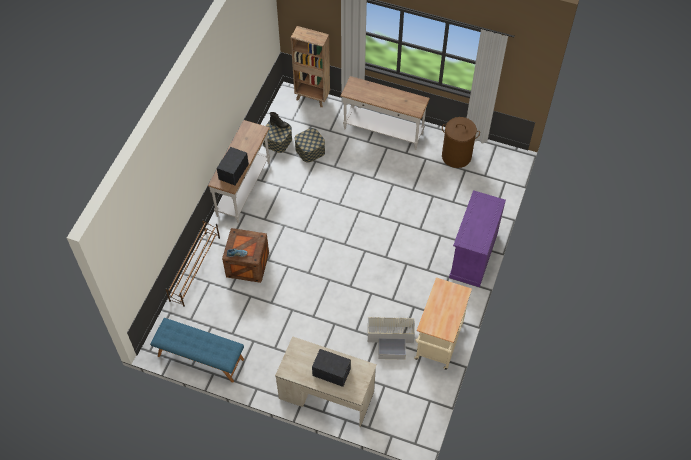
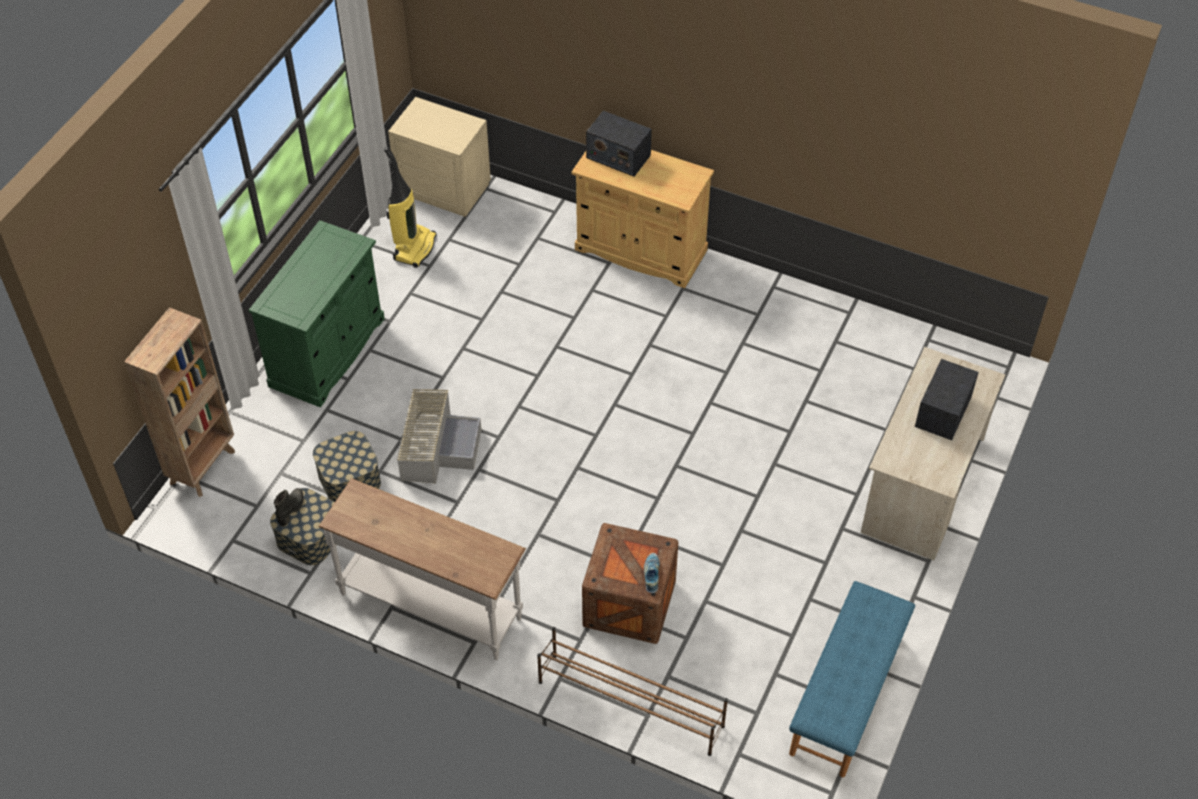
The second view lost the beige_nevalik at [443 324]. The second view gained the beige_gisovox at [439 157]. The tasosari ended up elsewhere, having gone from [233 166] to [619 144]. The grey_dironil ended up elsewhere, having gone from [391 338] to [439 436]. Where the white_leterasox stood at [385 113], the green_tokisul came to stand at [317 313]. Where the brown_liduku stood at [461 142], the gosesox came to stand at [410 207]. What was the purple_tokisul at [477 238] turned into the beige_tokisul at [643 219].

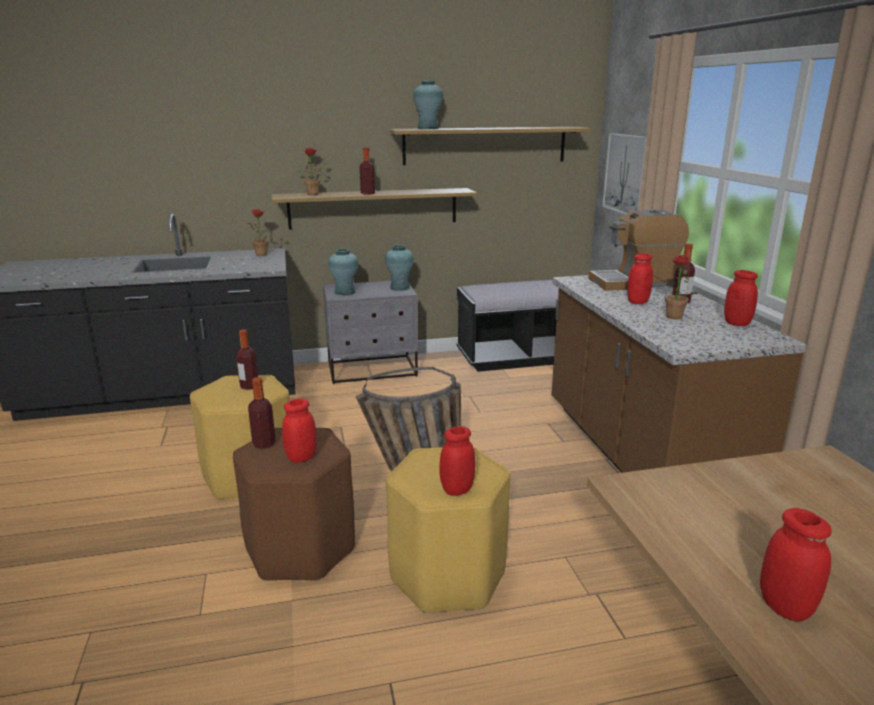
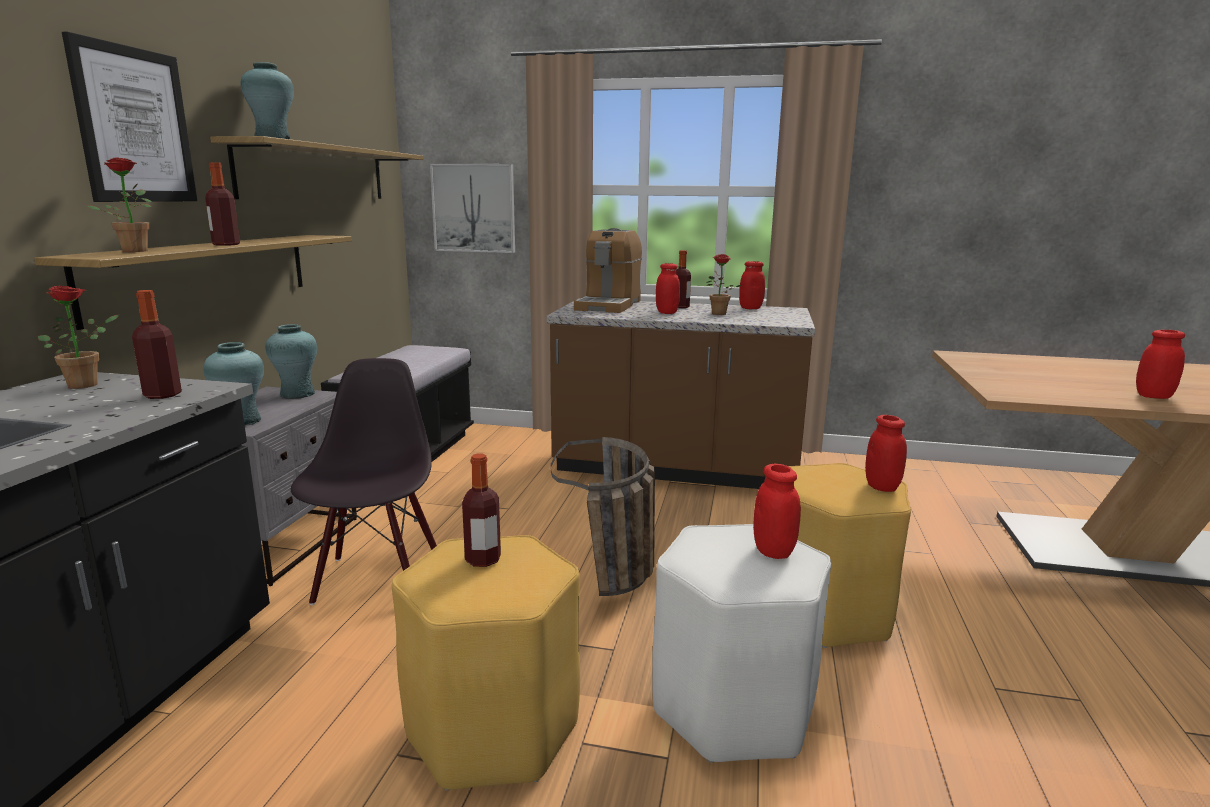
The second view gained the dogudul at [129 116]. The second view gained the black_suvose at [364 481]. The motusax ended up elsewhere, having gone from [262 413] to [157 344]. What was the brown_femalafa at [294 504] turned into the white_femalafa at [741 643].

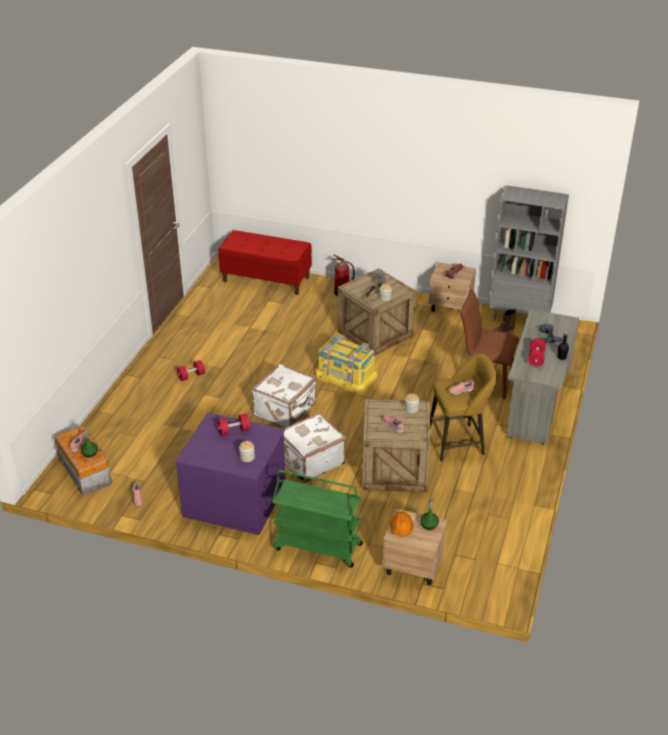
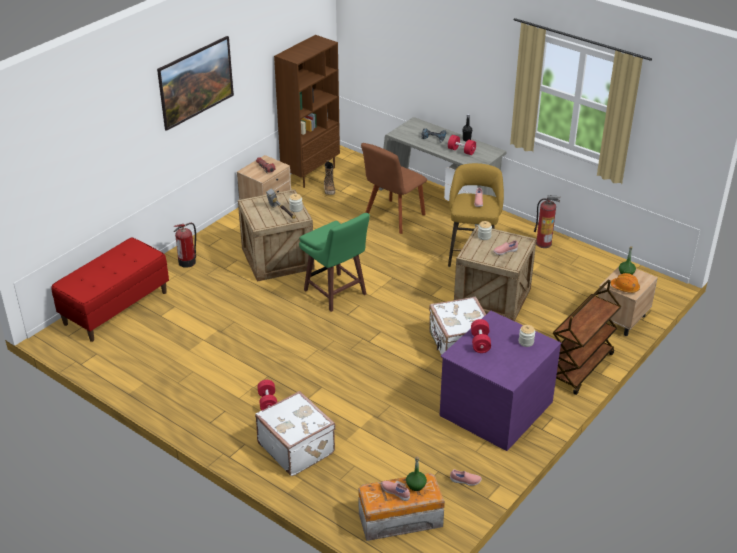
The second view gained the dogudul at [195 83]. The second view gained the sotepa at [547 221]. The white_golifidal ended up elsewhere, having gone from [284 396] to [295 433]. Where the yellow_dironil stood at [346 363], the green_femalafa came to stand at [334 262]. What was the green_nevalik at [317 519] turned into the brown_nevalik at [587 337]. What was the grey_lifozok at [529 252] turned into the brown_lifozok at [307 111].

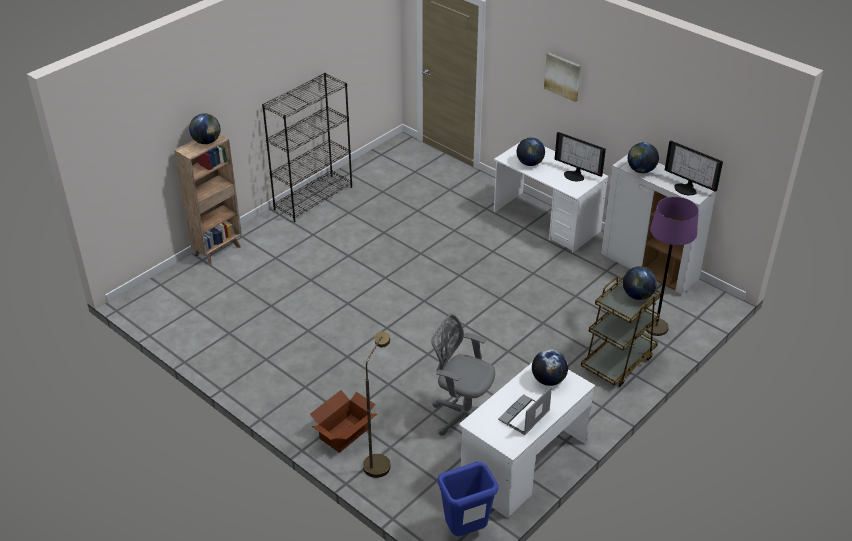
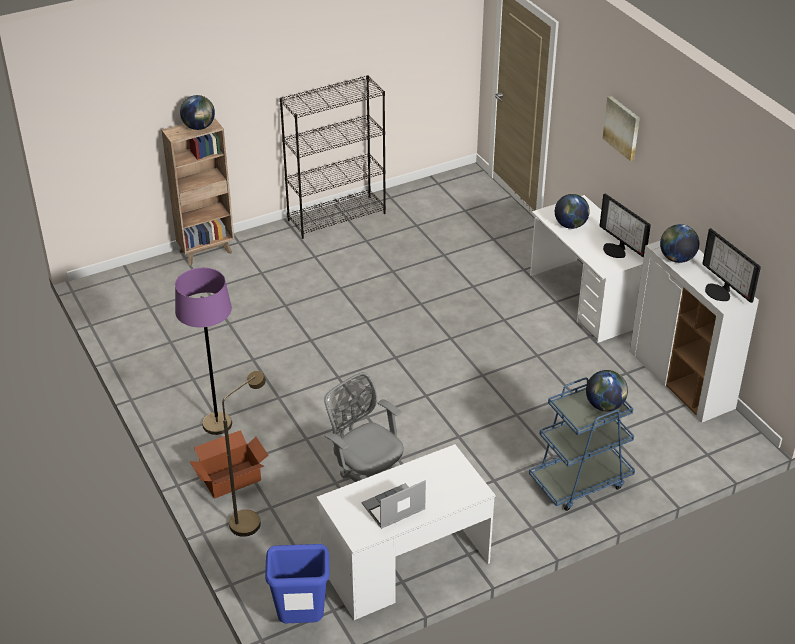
The second view lost the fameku at [550 367]. The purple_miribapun ended up elsewhere, having gone from [672 266] to [203 351]. What was the brown_nevalik at [621 332] turned into the blue_nevalik at [582 444].

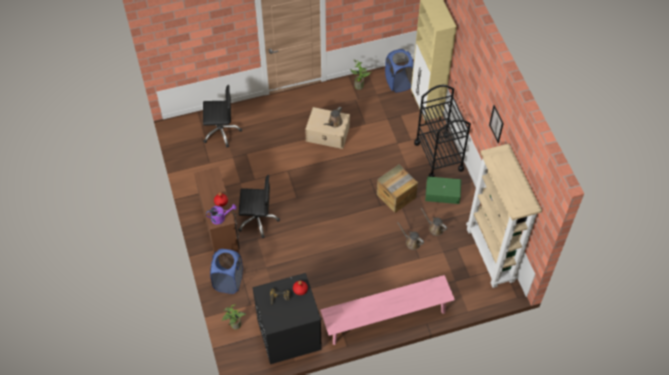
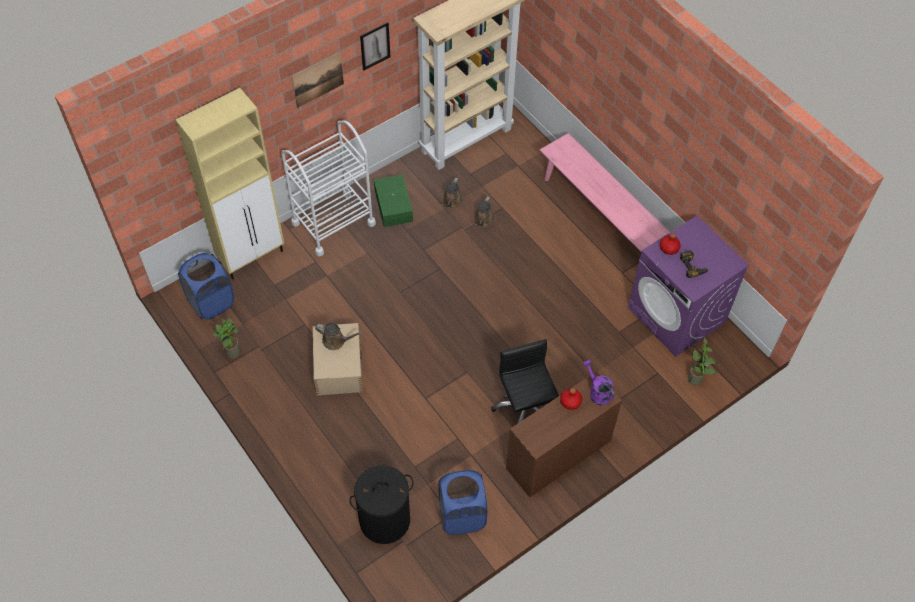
The second view lost the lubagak at [397 188]. The second view gained the dogudul at [318 80]. The blue_liduku ended up elsewhere, having gone from [226 271] to [463 502]. Where the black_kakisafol stood at [222 116], the black_liduku came to stand at [381 504]. What was the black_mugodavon at [287 318] turned into the purple_mugodavon at [689 286]. What was the black_nevalik at [442 131] turned into the white_nevalik at [328 188].

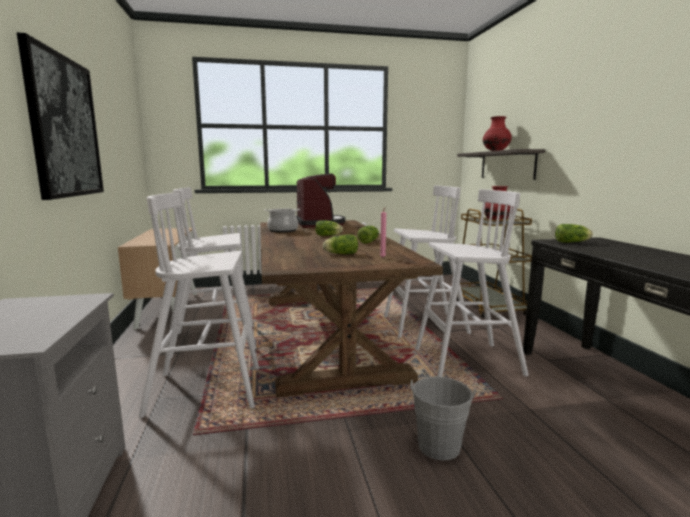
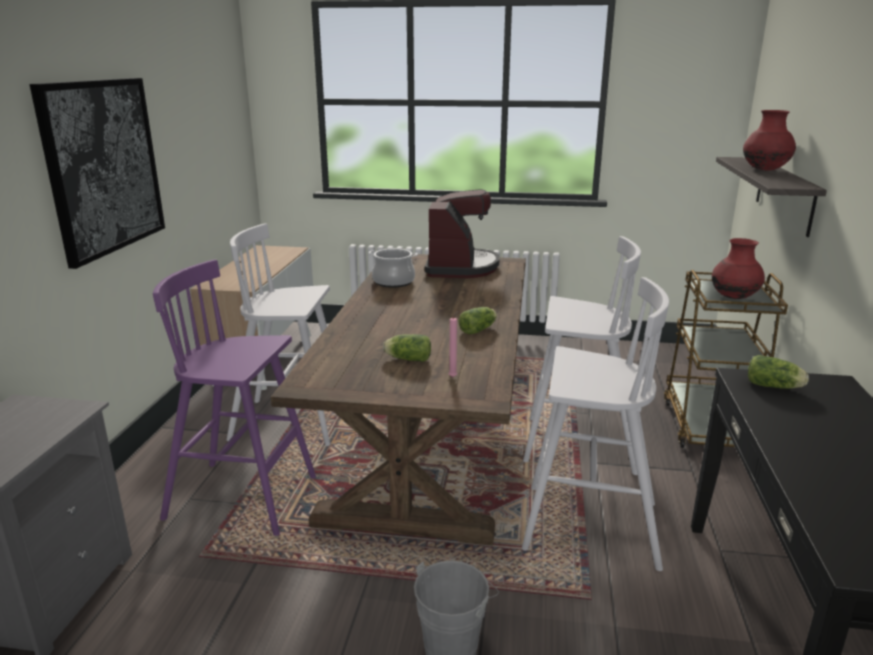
The second view lost the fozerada at [329 228]. What was the white_femalafa at [199 305] turned into the purple_femalafa at [234 397].

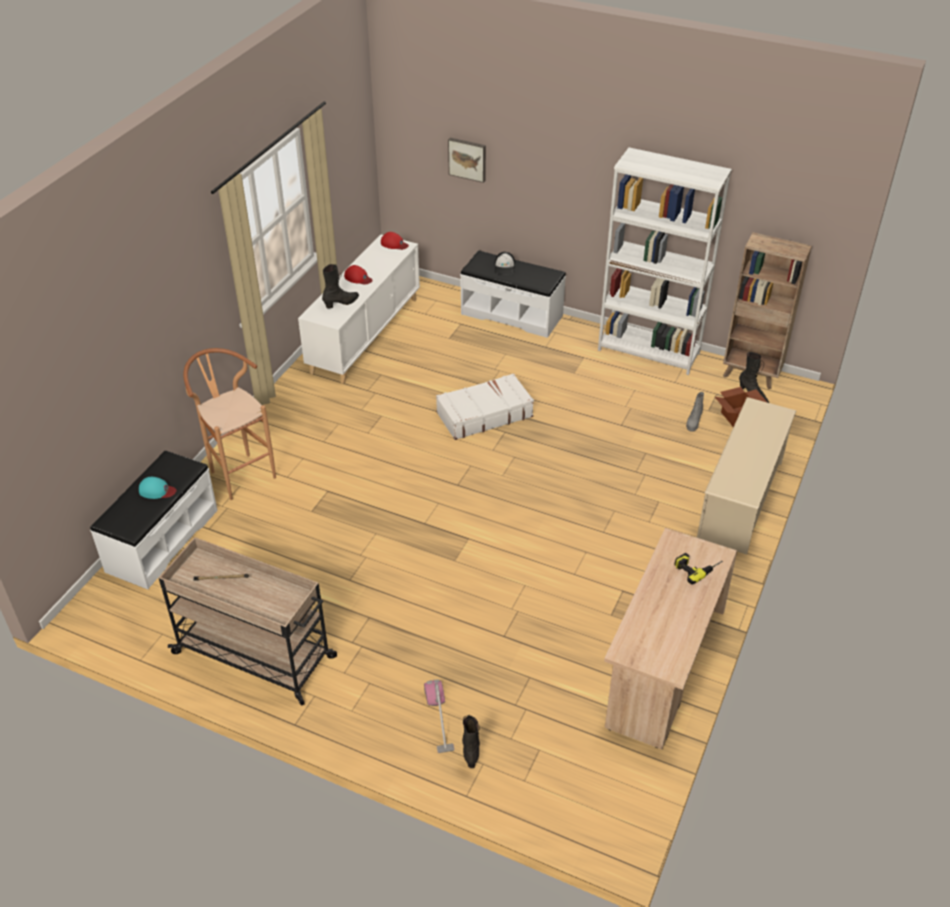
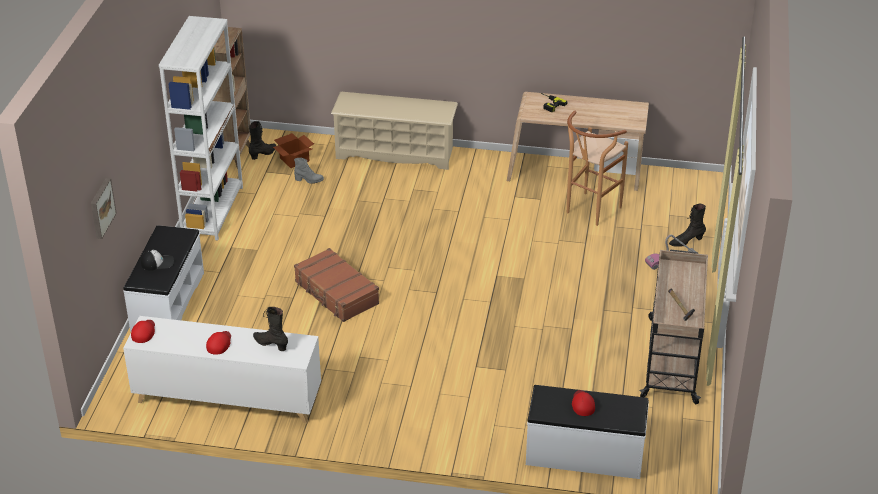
The brown_femalafa ended up elsewhere, having gone from [229 424] to [597 168]. What was the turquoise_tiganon at [157 488] turned into the red_tiganon at [583 403]. What was the white_golifidal at [485 406] turned into the brown_golifidal at [336 285].

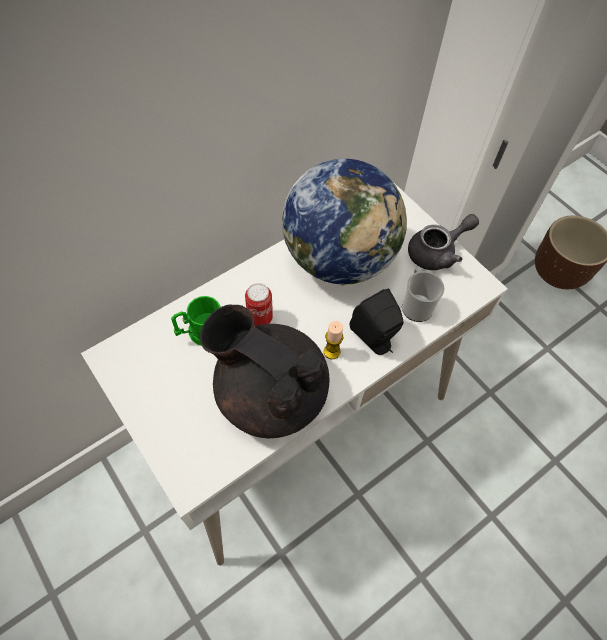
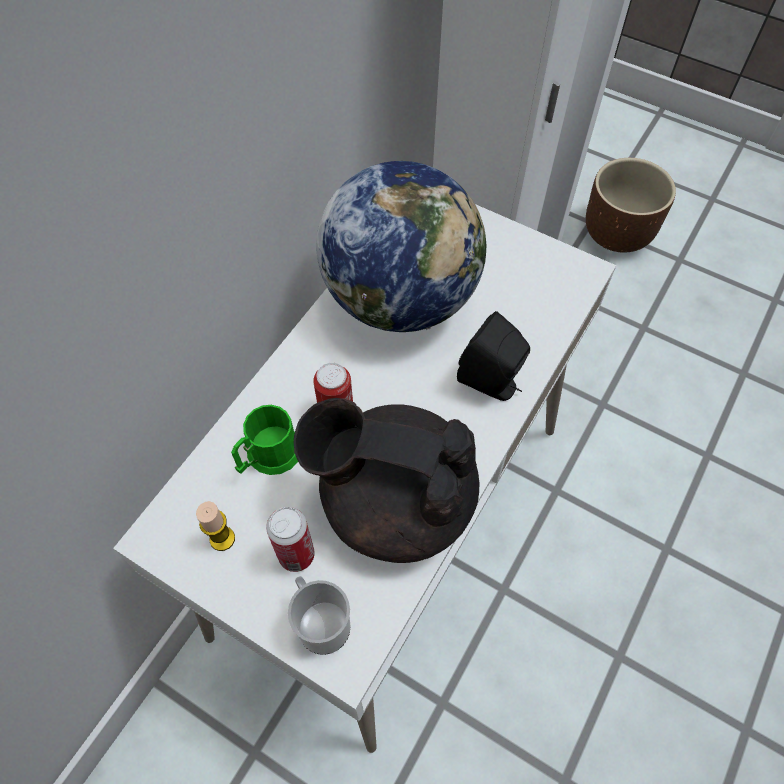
The second view lost the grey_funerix at [443 242]. The second view gained the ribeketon at [290 539]. The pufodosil ended up elsewhere, having gone from [333 340] to [215 526]. The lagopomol ended up elsewhere, having gone from [423 295] to [319 615].

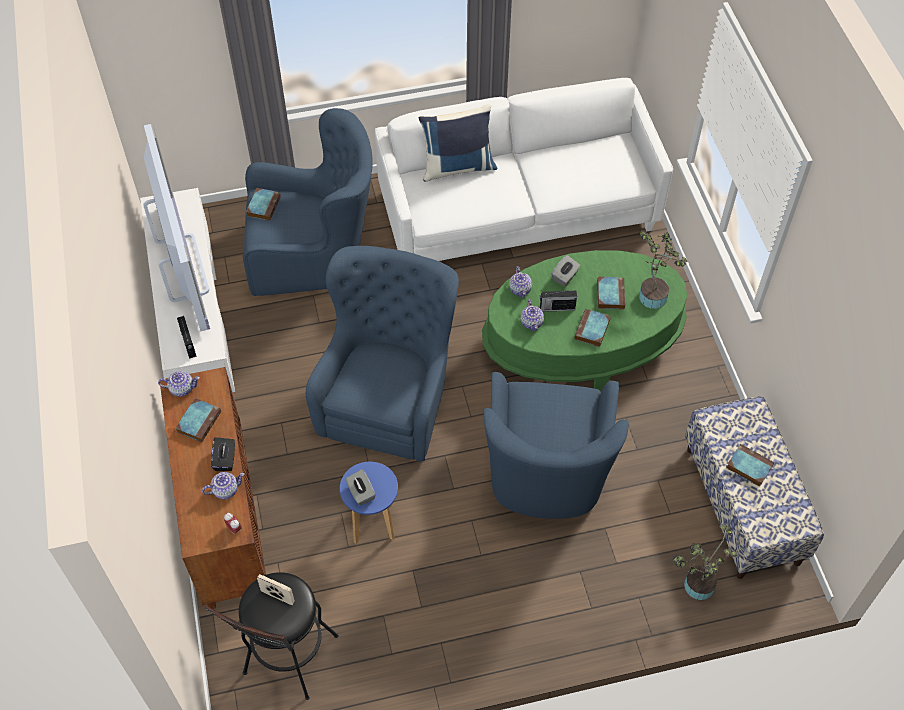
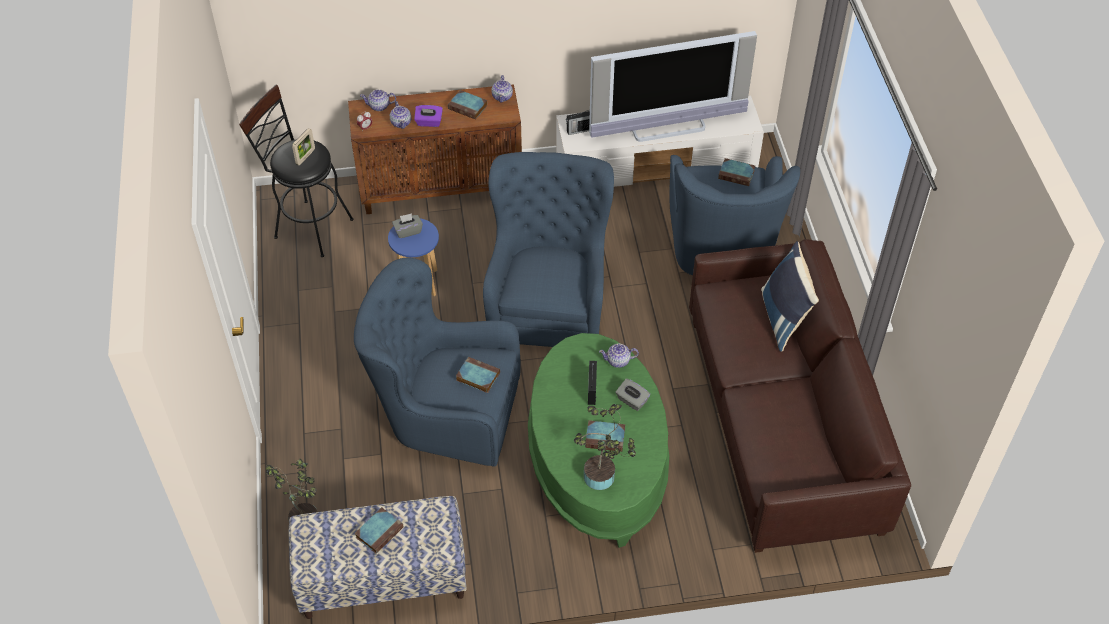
The funerix ended up elsewhere, having gone from [532 315] to [378 100]. The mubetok ended up elsewhere, having gone from [592 328] to [478 375]. What was the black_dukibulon at [223 454] turned into the purple_dukibulon at [428 116]. What was the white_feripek at [524 169] turned into the brown_feripek at [800 396]. The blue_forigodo at [382 353] ended up facing another way, 105 degrees counterclockwise from before.

